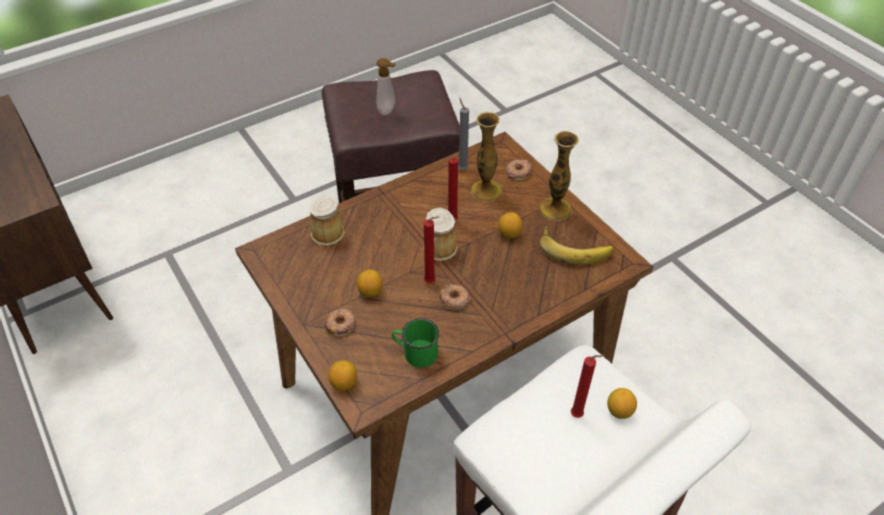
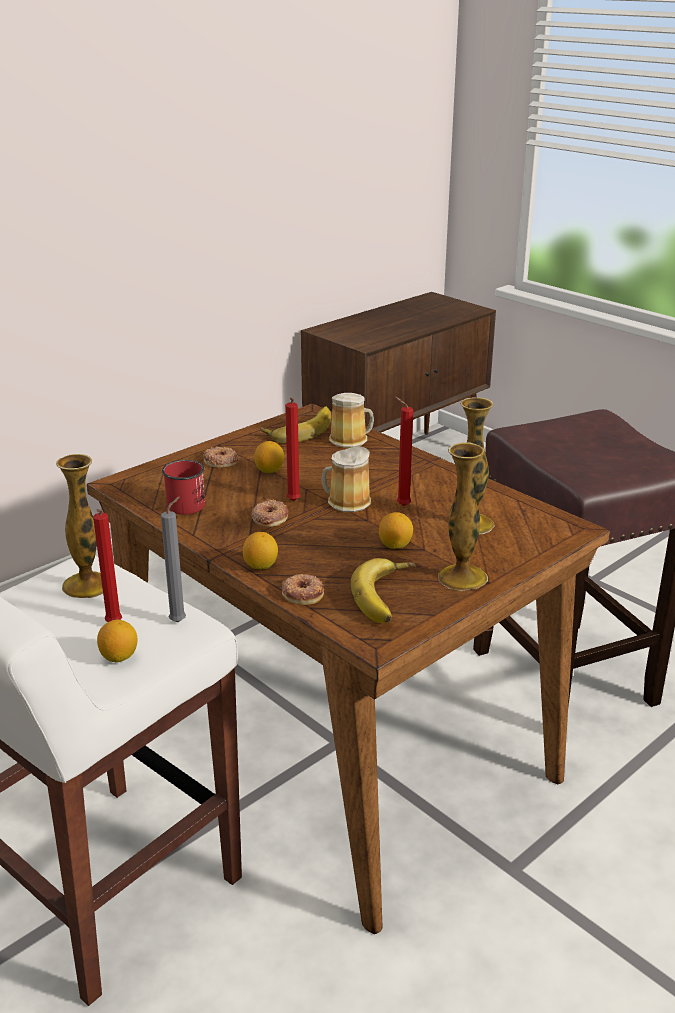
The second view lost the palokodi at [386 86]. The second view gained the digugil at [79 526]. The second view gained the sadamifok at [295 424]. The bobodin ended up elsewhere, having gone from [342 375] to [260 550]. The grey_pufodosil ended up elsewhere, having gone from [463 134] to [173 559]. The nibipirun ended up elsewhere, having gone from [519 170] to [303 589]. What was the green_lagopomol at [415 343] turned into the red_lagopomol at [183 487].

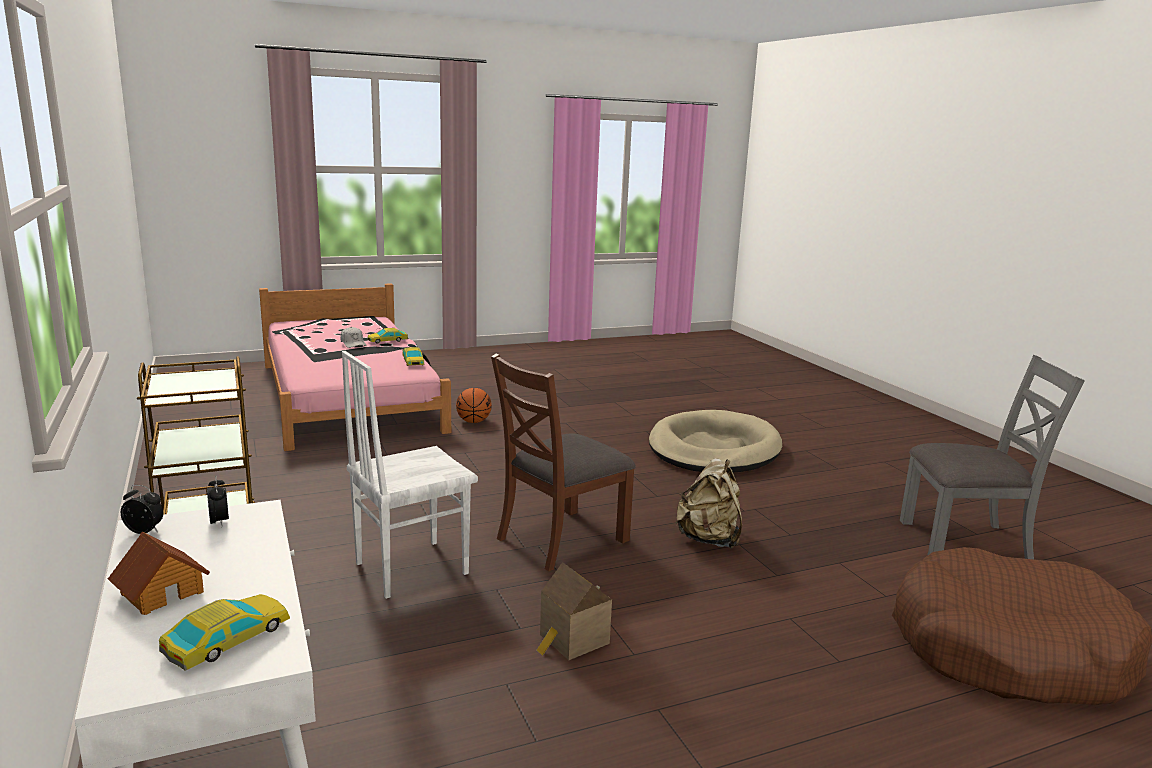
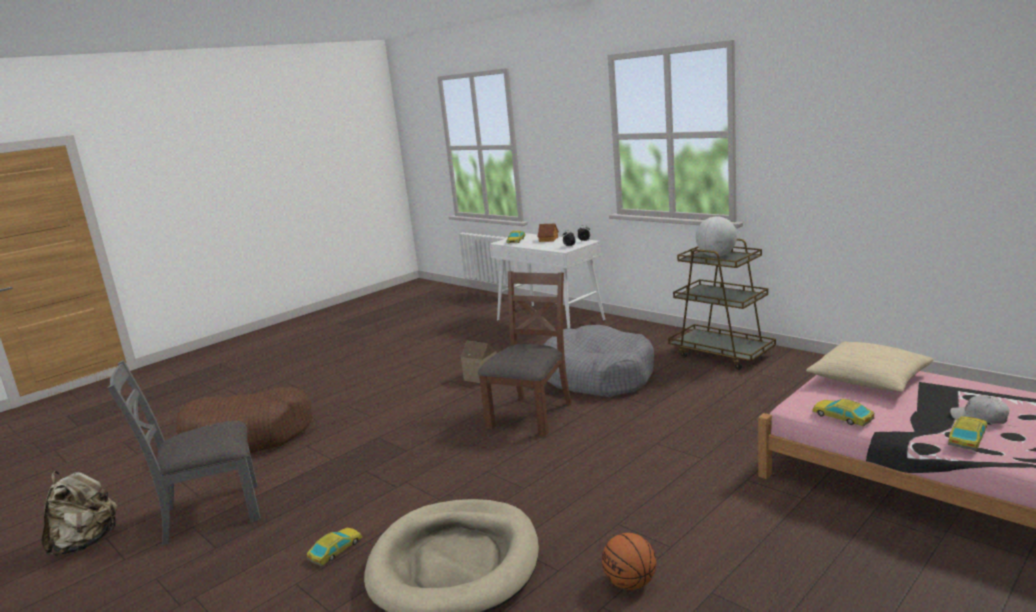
The second view gained the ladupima at [334 547]. The second view gained the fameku at [716 236]. The second view gained the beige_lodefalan at [870 367]. The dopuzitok ended up elsewhere, having gone from [474 405] to [629 561]. The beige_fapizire ended up elsewhere, having gone from [708 503] to [79 513]. Where the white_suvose stood at [410 475], the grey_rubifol came to stand at [599 361].

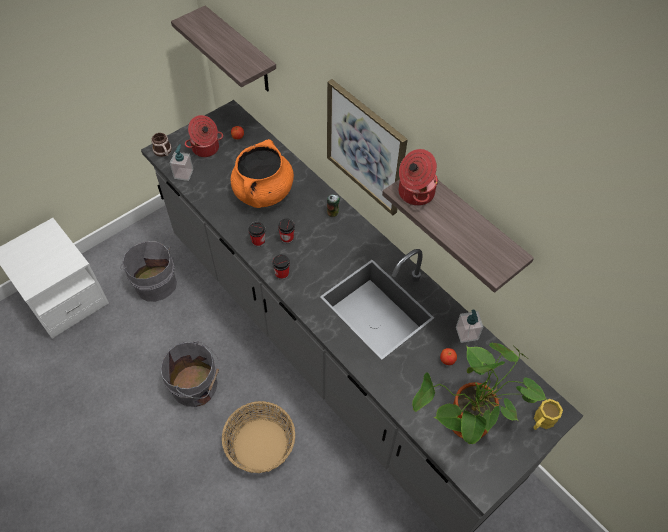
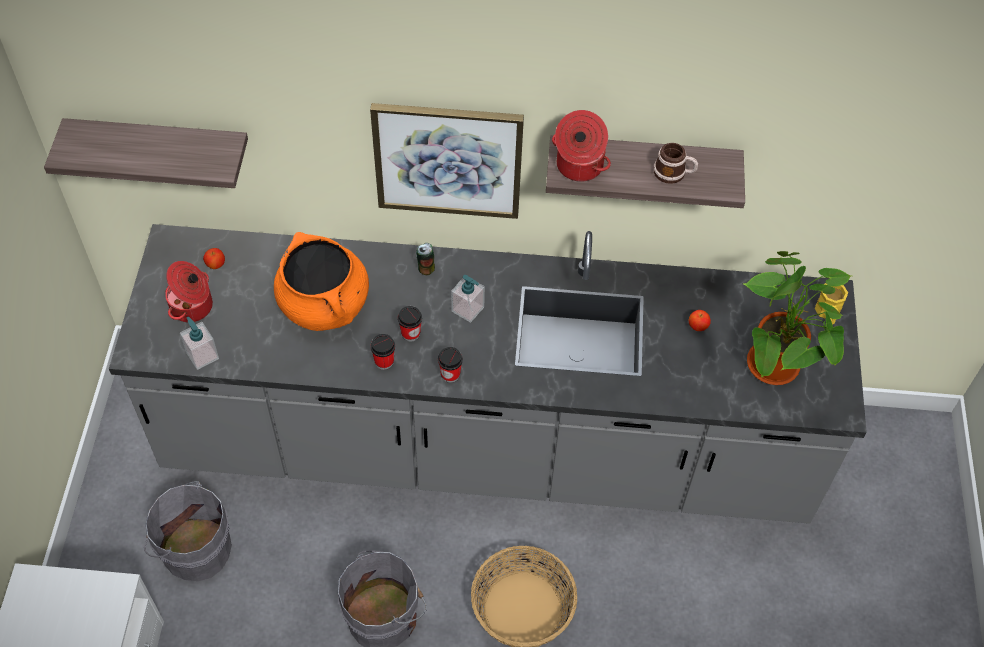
The lagopomol ended up elsewhere, having gone from [161 145] to [676 163]. The palokodi ended up elsewhere, having gone from [469 326] to [468 299].

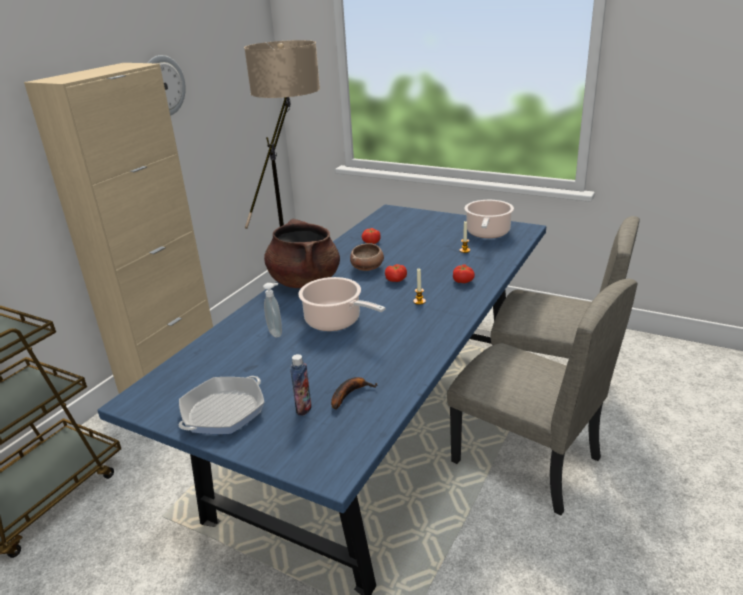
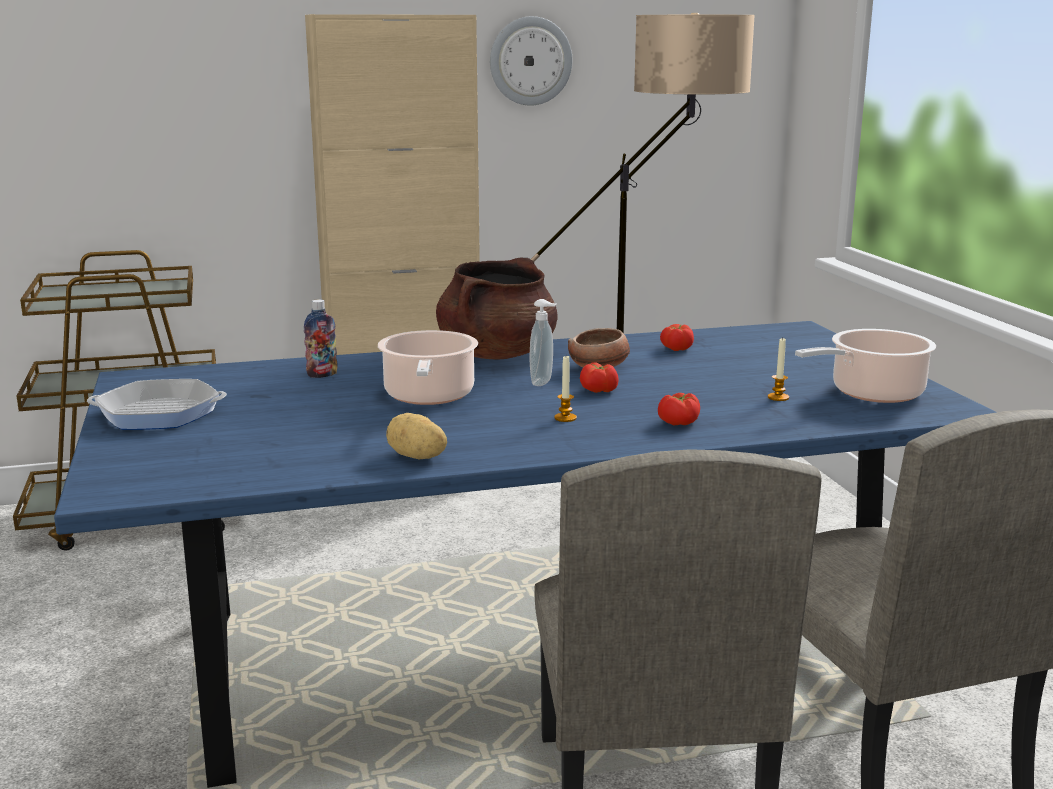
The second view lost the sadamifok at [354 393]. The second view gained the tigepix at [416 436]. The palokodi ended up elsewhere, having gone from [272 310] to [543 342]. The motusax ended up elsewhere, having gone from [301 385] to [321 338].

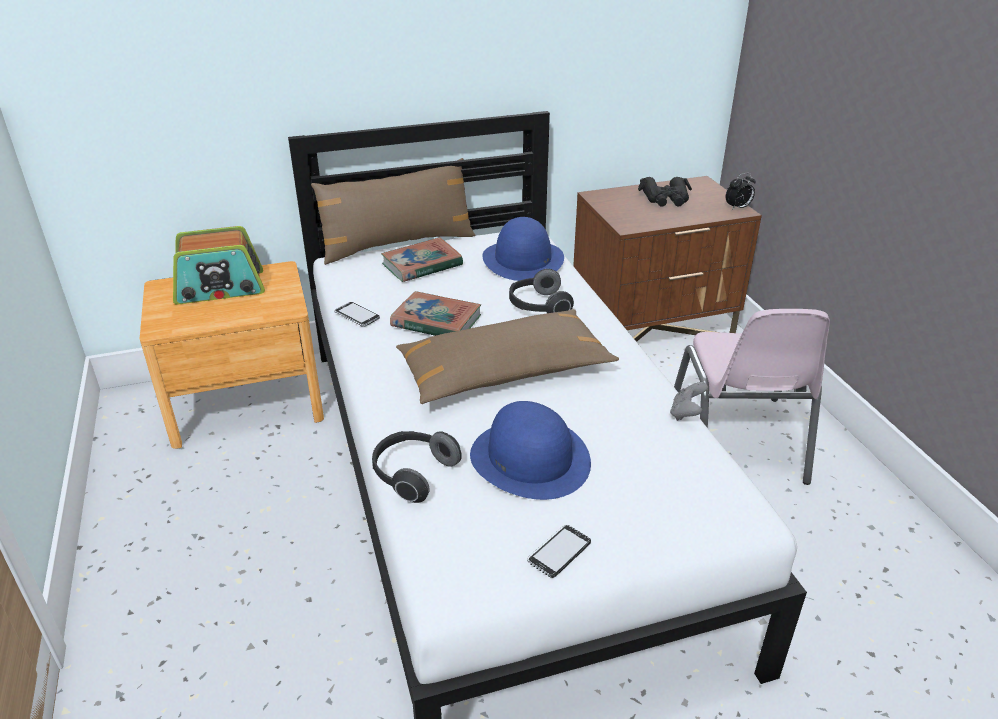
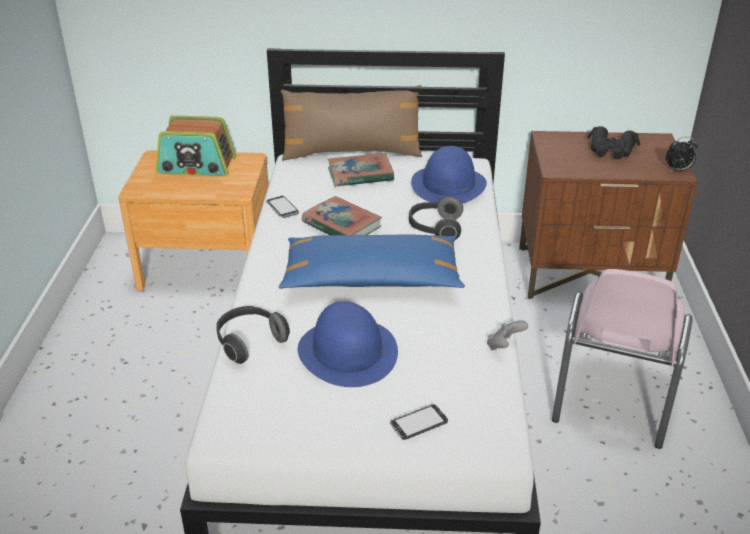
The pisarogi ended up elsewhere, having gone from [559 551] to [419 422]. What was the brown_lodefalan at [507 356] turned into the blue_lodefalan at [372 261].

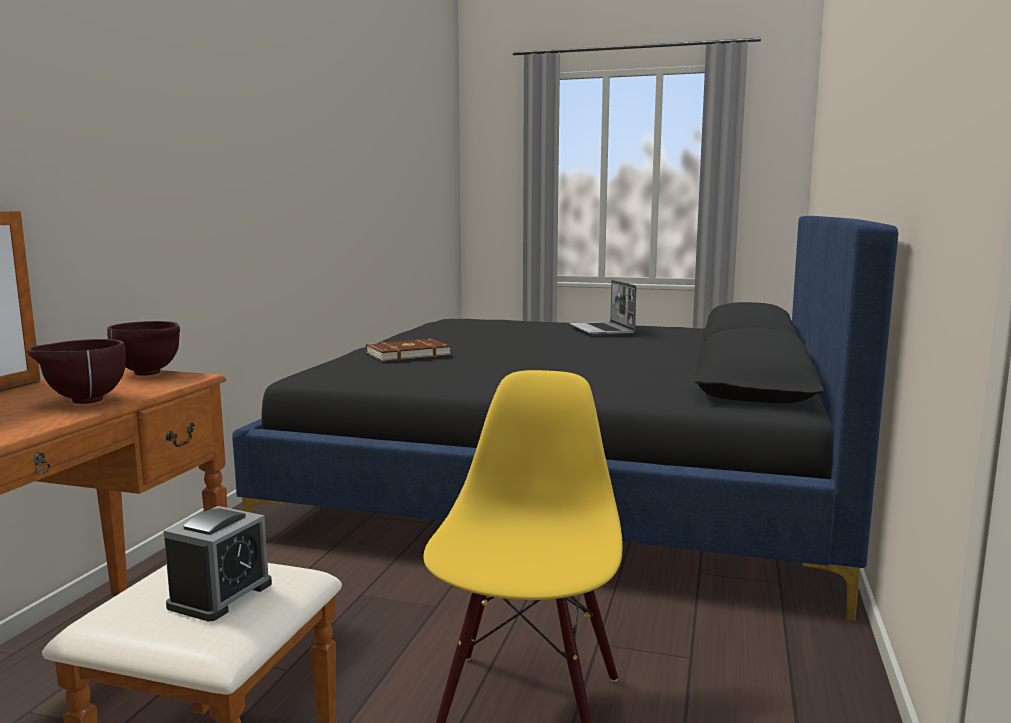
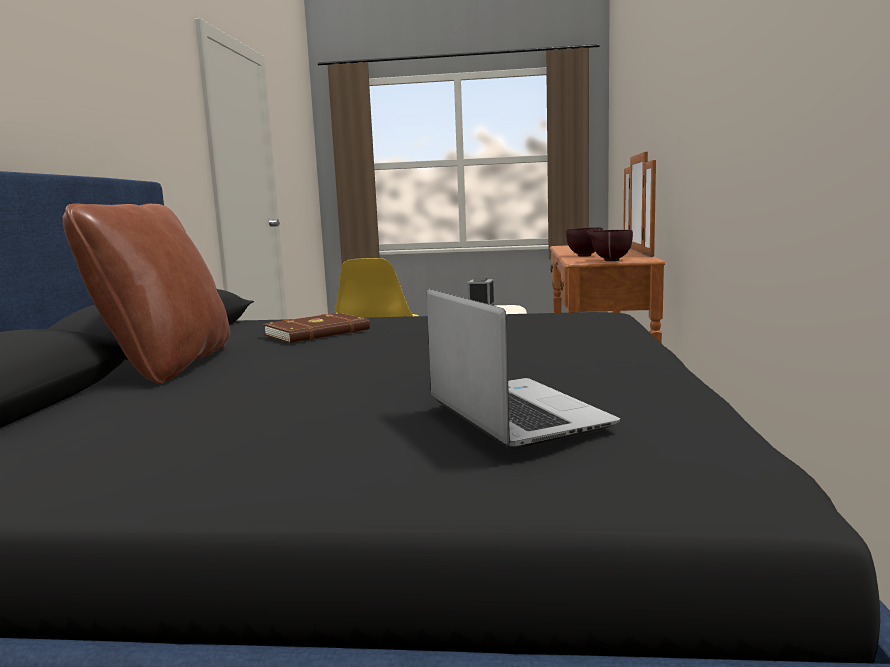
The second view gained the brown_lodefalan at [146 294]. The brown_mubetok ended up elsewhere, having gone from [408 350] to [316 327]. The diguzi ended up elsewhere, having gone from [602 308] to [523 369].

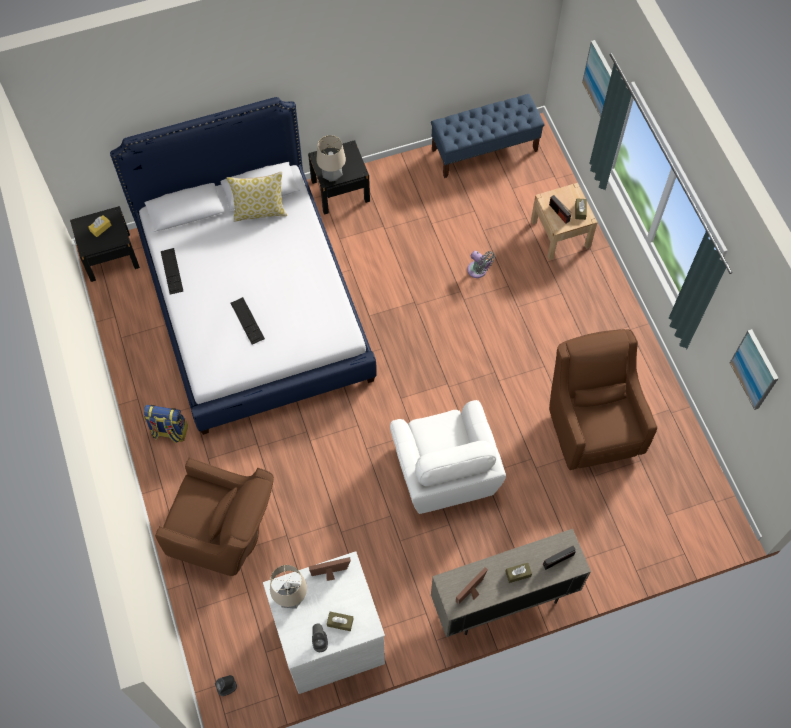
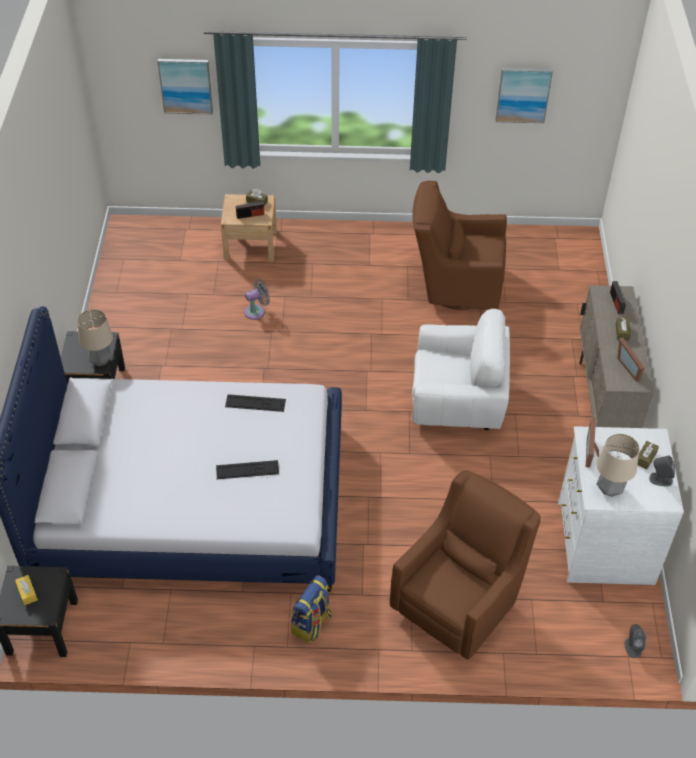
The second view lost the lodefalan at [257 197]. The second view lost the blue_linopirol at [487 136]. The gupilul ended up elsewhere, having gone from [172 271] to [255 403].

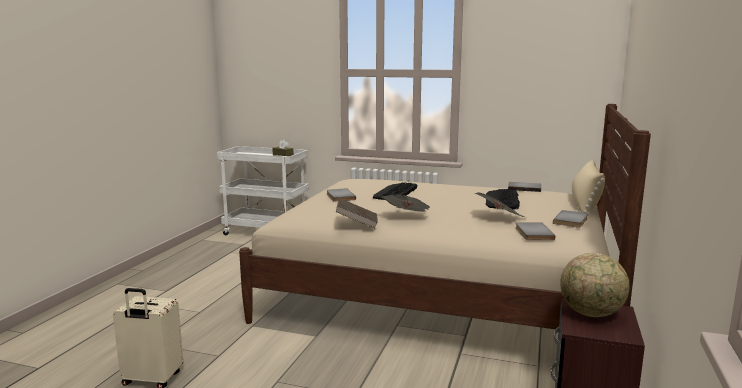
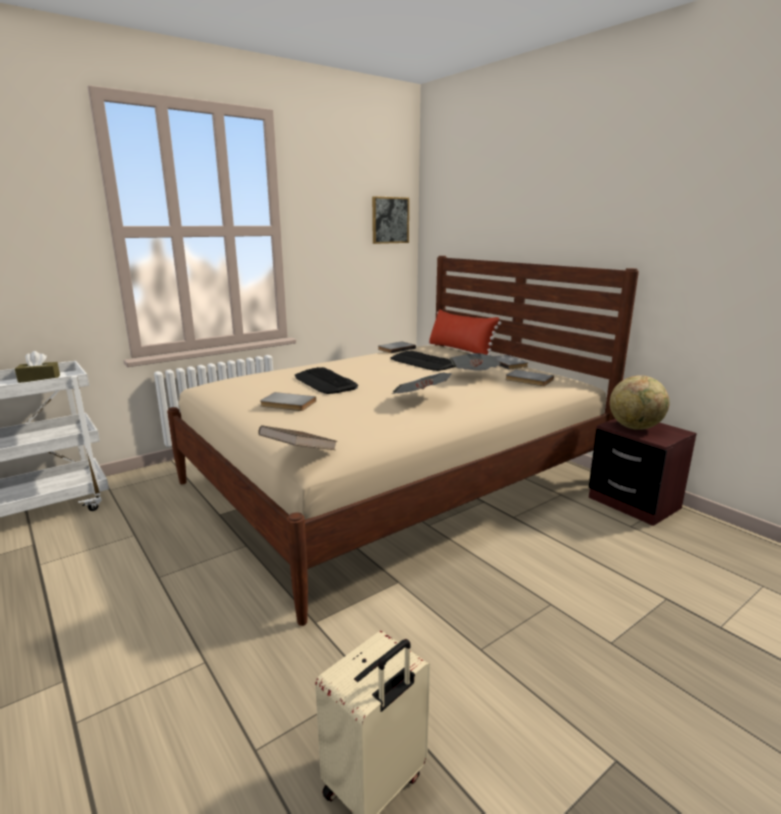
The second view gained the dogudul at [390 220]. The brown_mubetok ended up elsewhere, having gone from [357 213] to [298 437]. What was the beige_lodefalan at [588 186] turned into the red_lodefalan at [465 333].

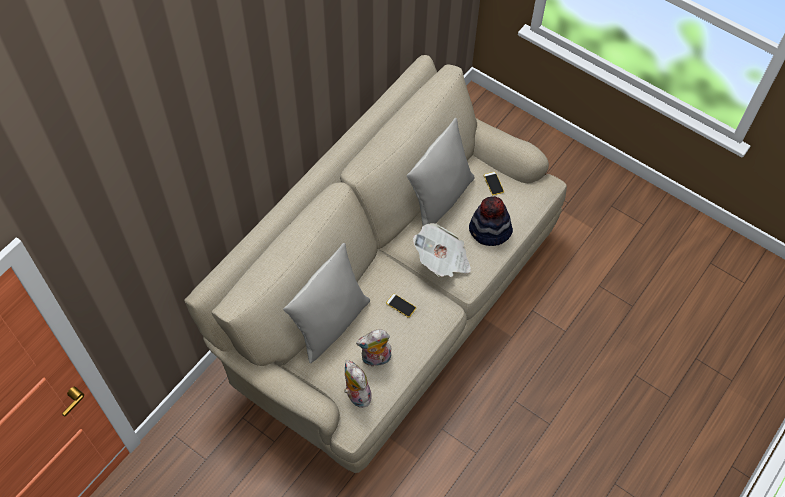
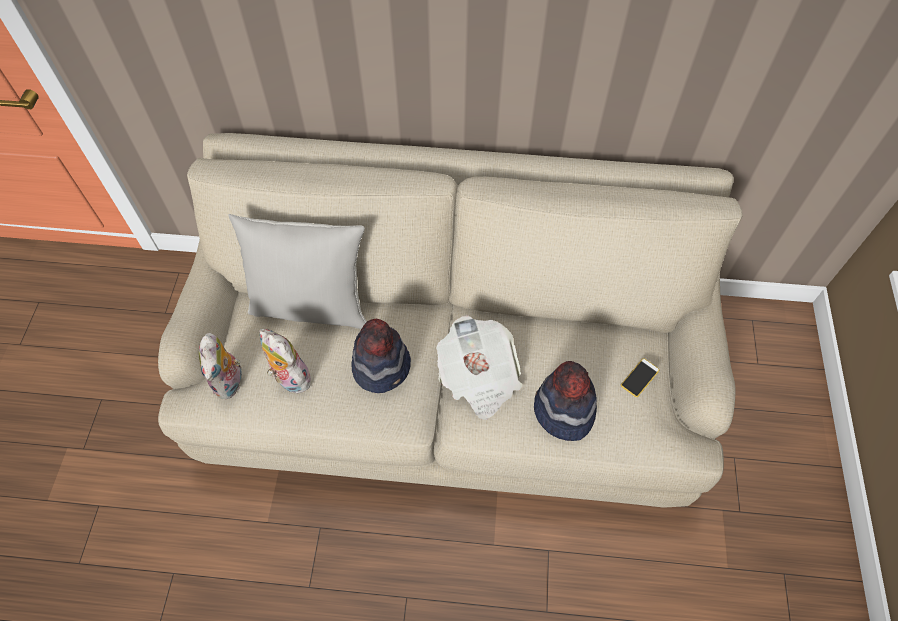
The second view lost the grey_lodefalan at [441 172]. Where the pisarogi stood at [401 306], the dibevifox came to stand at [381 356]. The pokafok at [359 384] ended up facing another way, 150 degrees clockwise from before.

